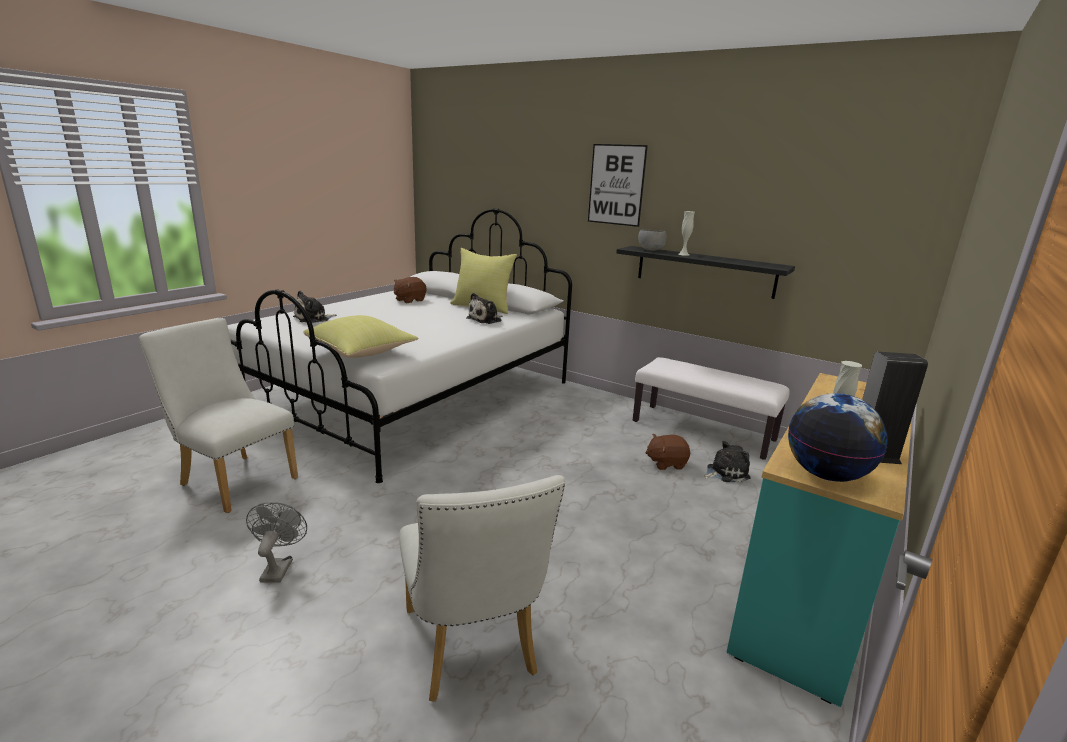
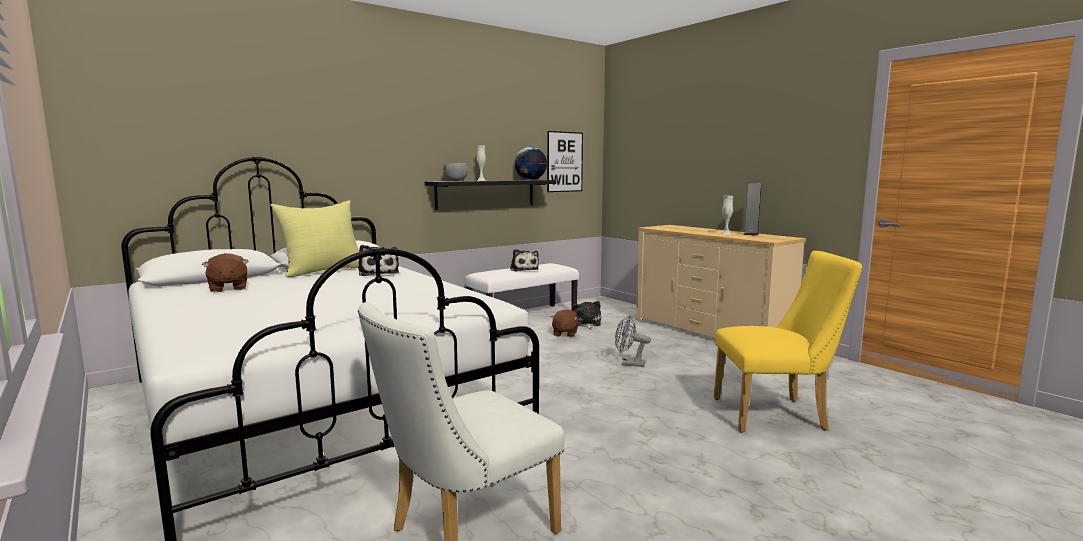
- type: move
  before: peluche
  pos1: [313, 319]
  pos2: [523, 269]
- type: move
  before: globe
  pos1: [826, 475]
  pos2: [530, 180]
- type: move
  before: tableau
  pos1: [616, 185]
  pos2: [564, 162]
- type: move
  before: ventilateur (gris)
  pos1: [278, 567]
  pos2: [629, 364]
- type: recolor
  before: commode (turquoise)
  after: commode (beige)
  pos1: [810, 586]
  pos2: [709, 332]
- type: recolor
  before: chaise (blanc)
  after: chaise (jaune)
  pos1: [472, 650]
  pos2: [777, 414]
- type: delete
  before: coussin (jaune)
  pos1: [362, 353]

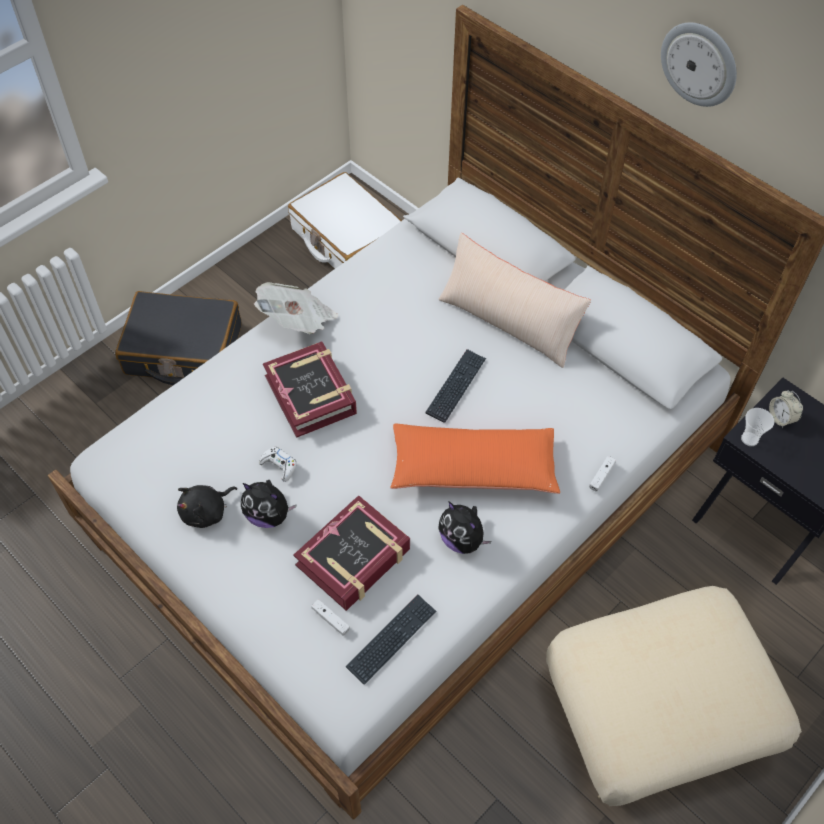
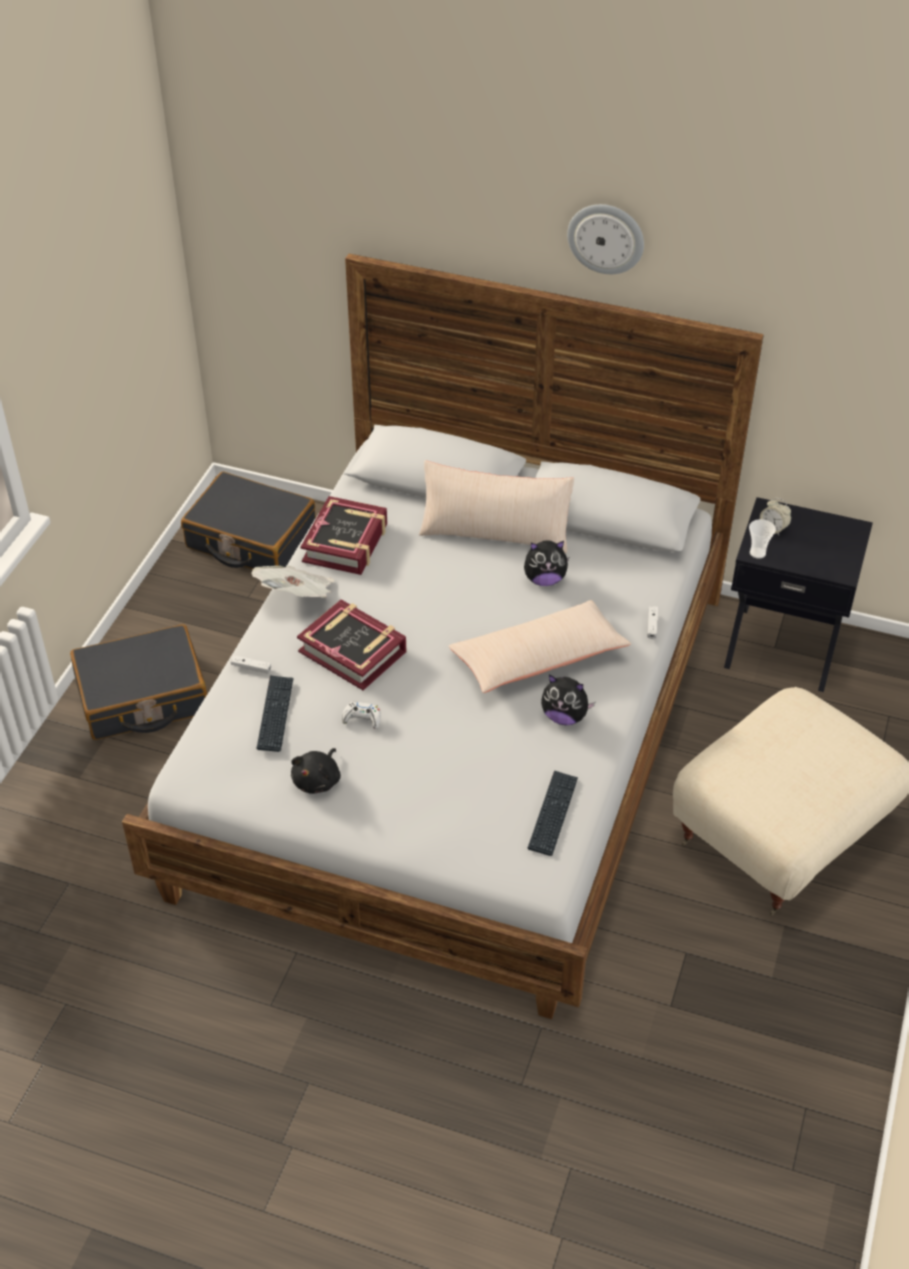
- type: recolor
  before: valise (blanc)
  after: valise (noir)
  pos1: [347, 239]
  pos2: [250, 538]
- type: move
  before: manette (blanc)
  pos1: [331, 619]
  pos2: [251, 668]
- type: move
  before: clavier
  pos1: [456, 386]
  pos2: [275, 714]
- type: move
  before: livre
  pos1: [354, 558]
  pos2: [346, 543]
- type: recolor
  before: coussin (orange)
  after: coussin (beige)
  pos1: [473, 468]
  pos2: [538, 658]
- type: move
  before: peluche
  pos1: [268, 515]
  pos2: [544, 579]

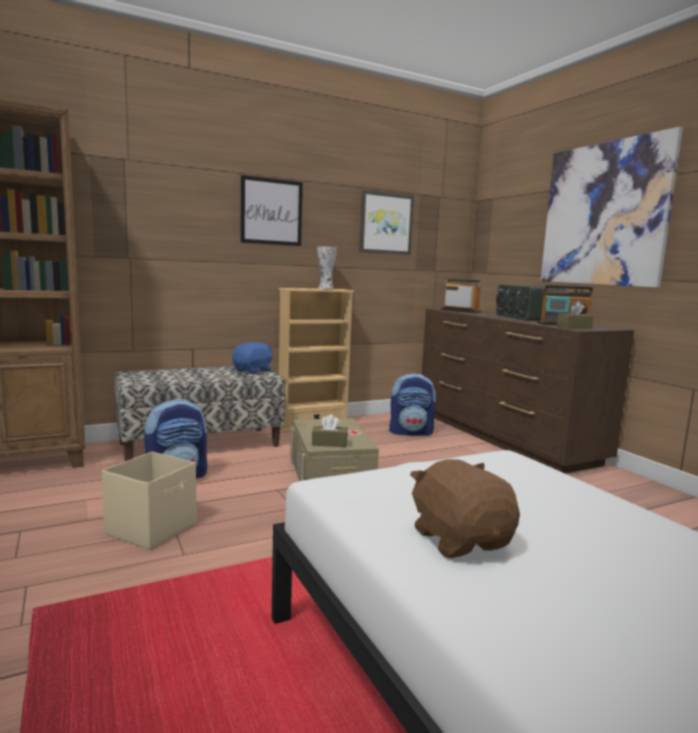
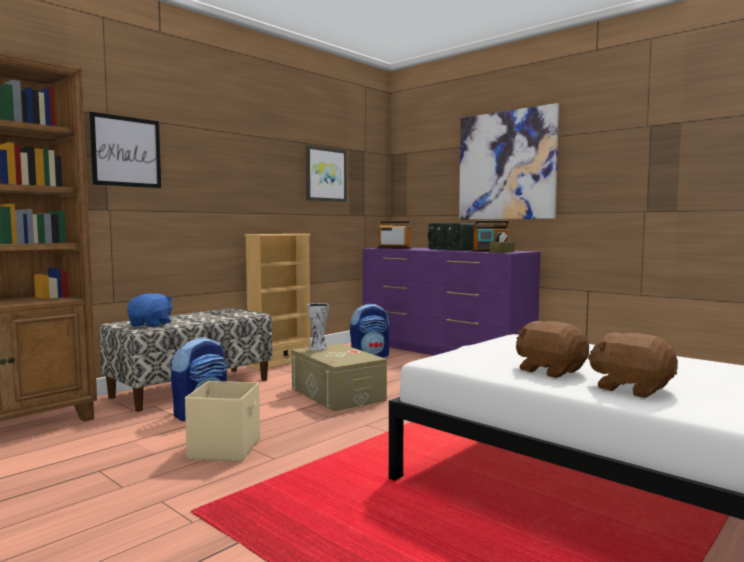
- type: move
  before: tableau
  pos1: [271, 212]
  pos2: [126, 151]
- type: move
  before: peluche (bleu)
  pos1: [253, 371]
  pos2: [151, 324]
- type: move
  before: vase
  pos1: [325, 288]
  pos2: [319, 348]
- type: recolor
  before: commode (marron)
  after: commode (violet)
  pos1: [503, 437]
  pos2: [444, 351]
- type: insert
  after: peluche (marron)
  pos2: [631, 389]
- type: delete
  before: boîte à mouchoirs (marron)
  pos1: [329, 443]

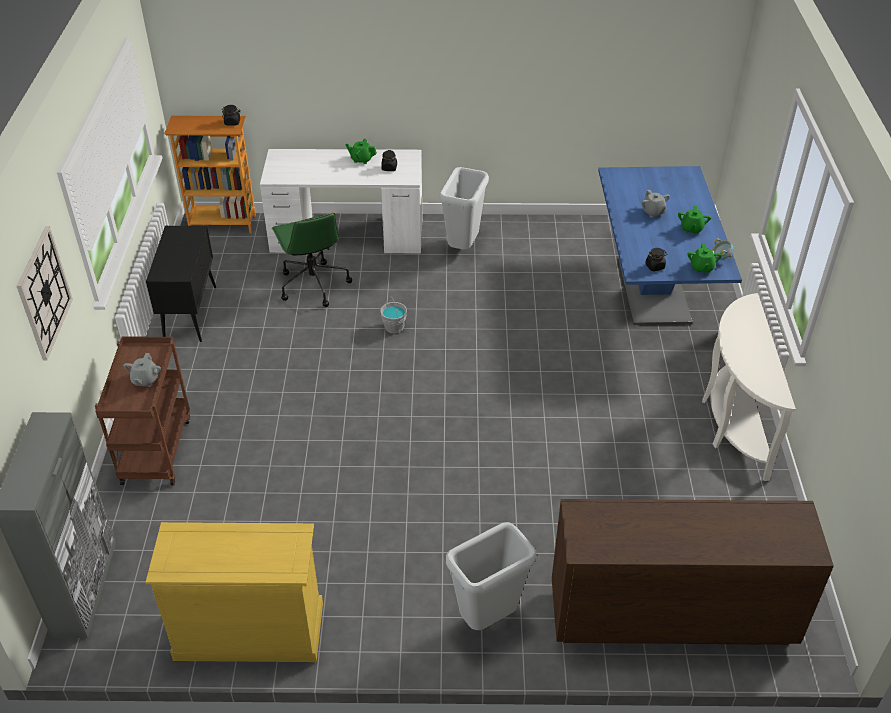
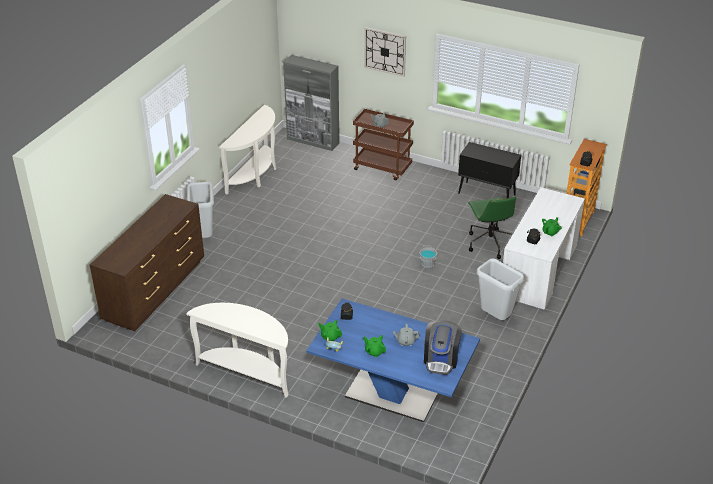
- type: replace
  before: commode (jaune)
  after: table console (blanc)
  pos1: [249, 630]
  pos2: [256, 175]
- type: insert
  after: machine à café
  pos2: [441, 359]
- type: rotate
  before: chaise de bureau (vert)
  pos1: [313, 284]
  pos2: [489, 243]
  turn: -105

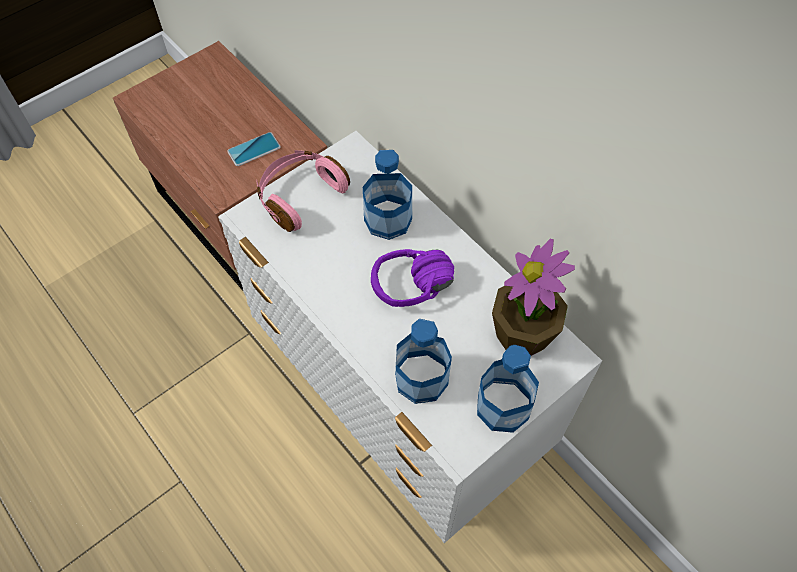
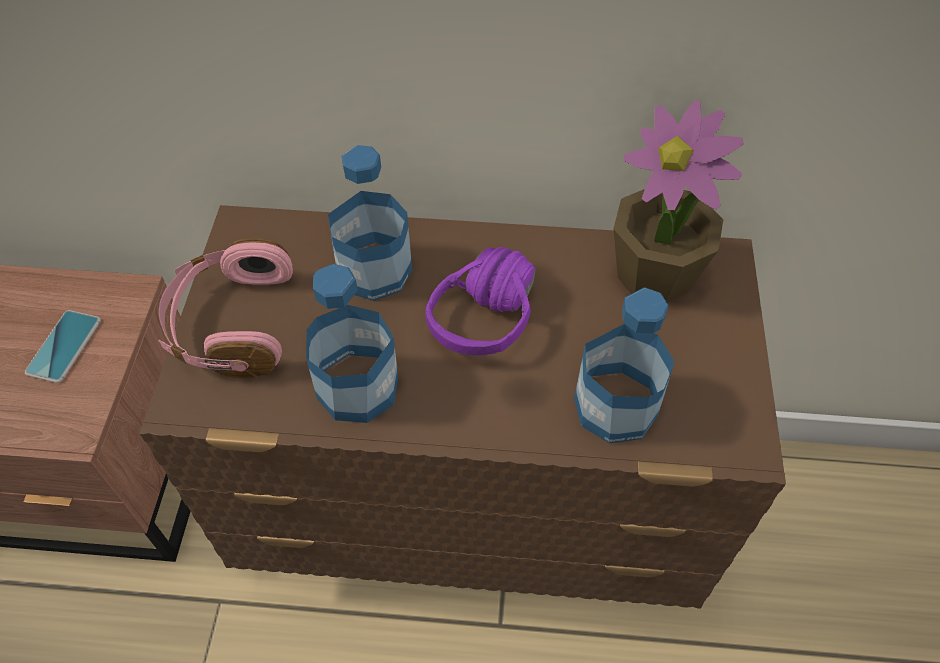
- type: recolor
  before: commode (blanc)
  after: commode (marron)
  pos1: [400, 401]
  pos2: [473, 519]
- type: move
  before: bouteille
  pos1: [503, 407]
  pos2: [357, 388]

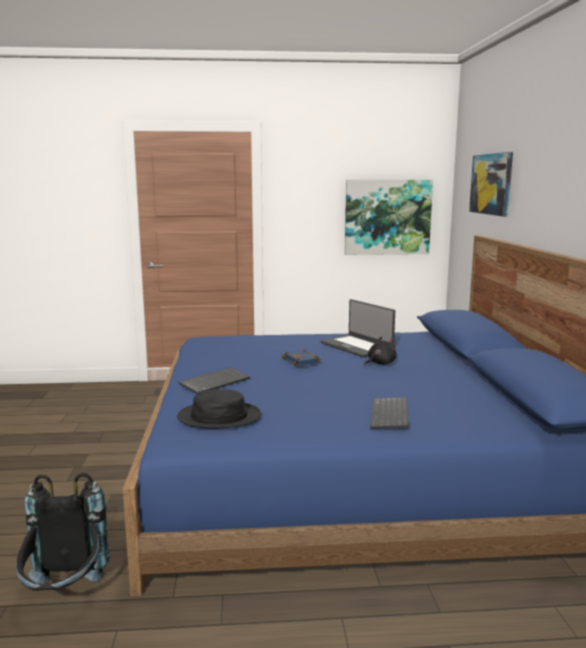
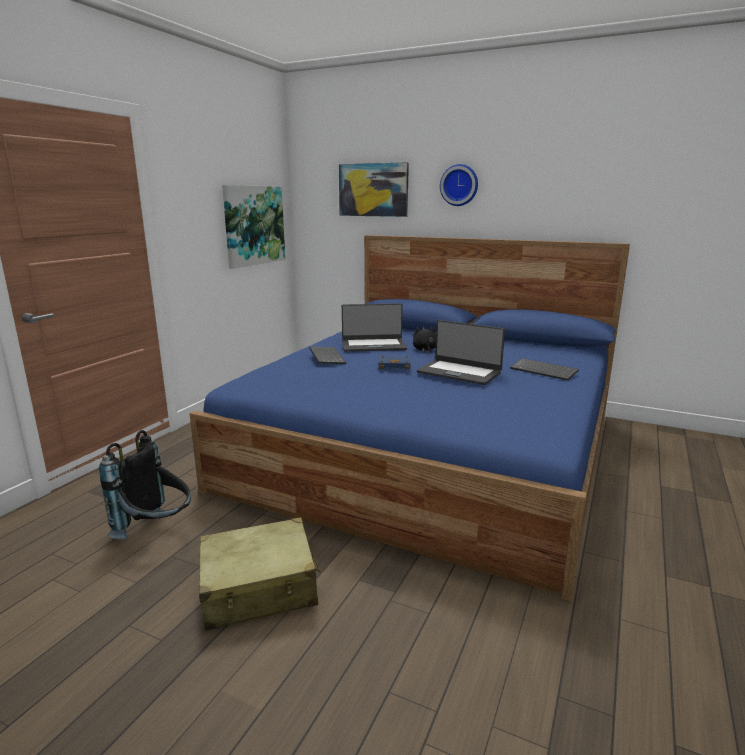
- type: move
  before: sac à dos (noir)
  pos1: [65, 596]
  pos2: [157, 531]
- type: insert
  after: valise (beige)
  pos2: [259, 588]
- type: move
  before: clavier
  pos1: [214, 382]
  pos2: [325, 357]
- type: insert
  after: ordinateur portable
  pos2: [459, 372]
- type: insert
  after: horloge murale
  pos2: [459, 185]
- type: delete
  before: chapeau (noir)
  pos1: [219, 416]

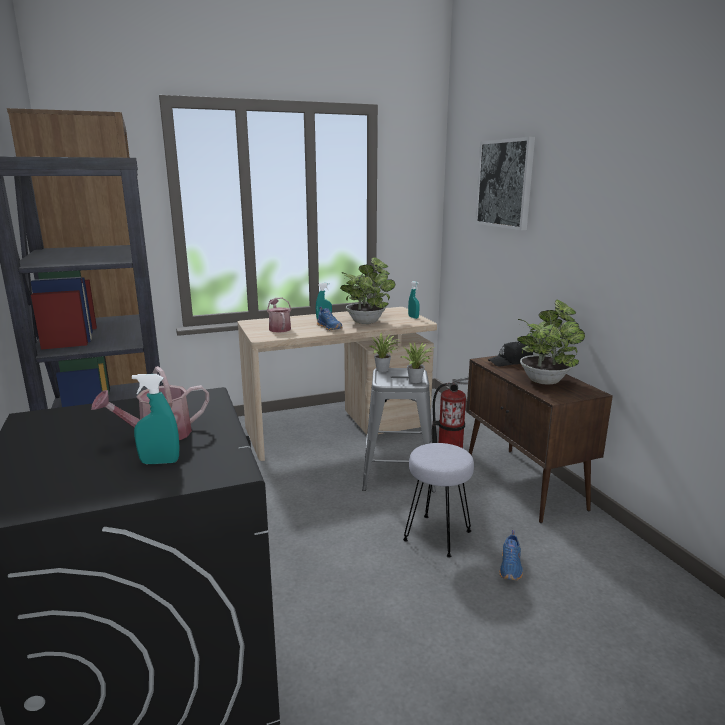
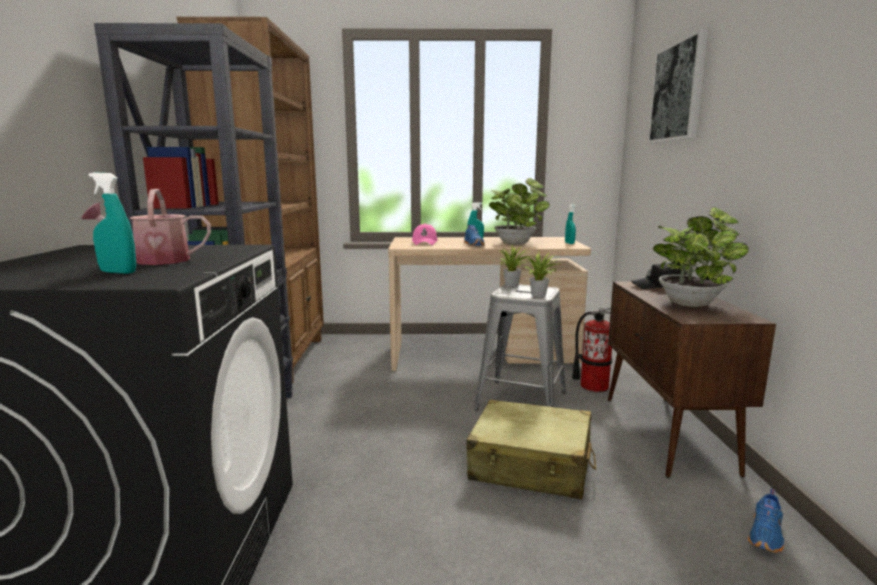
- type: replace
  before: arrosoir
  after: casquette (rose)
  pos1: [279, 328]
  pos2: [425, 243]
- type: replace
  before: tabouret (gris)
  after: valise (beige)
  pos1: [437, 535]
  pos2: [531, 465]
- type: move
  before: chaussure (bleu)
  pos1: [511, 567]
  pos2: [766, 535]

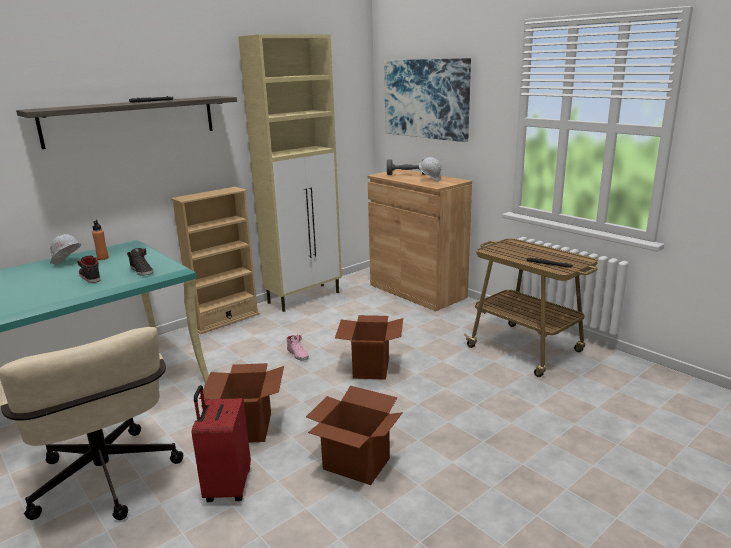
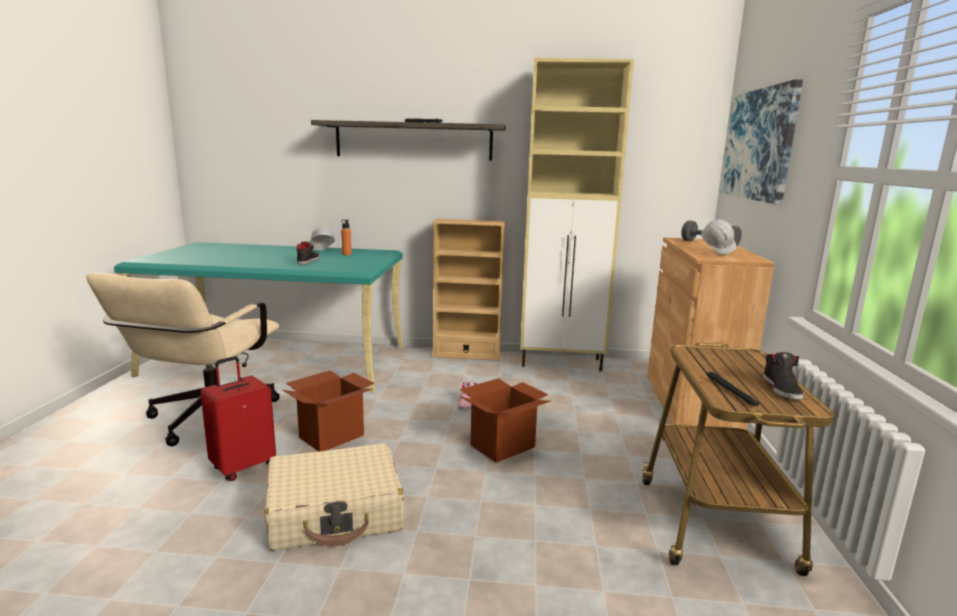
- type: replace
  before: carton
  after: valise (beige)
  pos1: [356, 464]
  pos2: [336, 512]
- type: move
  before: chaussure (noir)
  pos1: [142, 271]
  pos2: [782, 389]

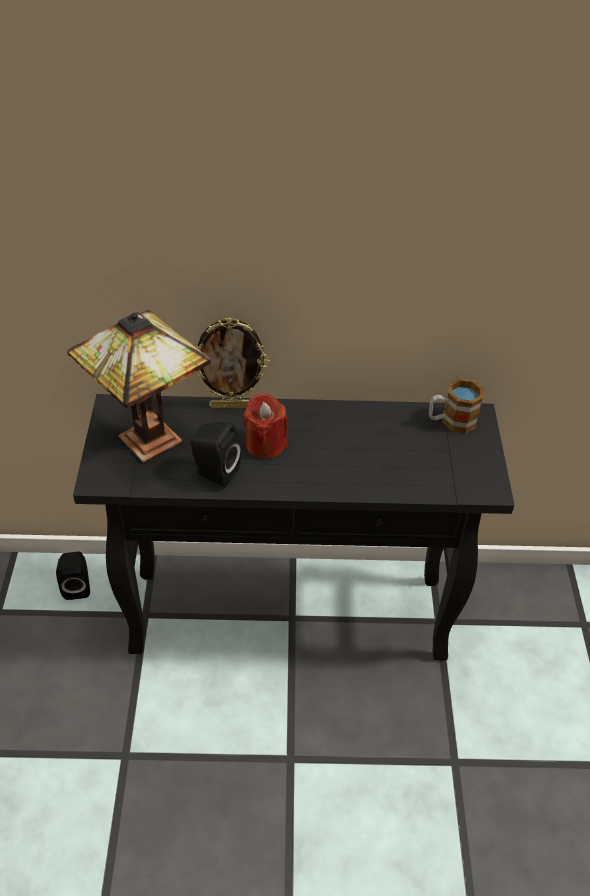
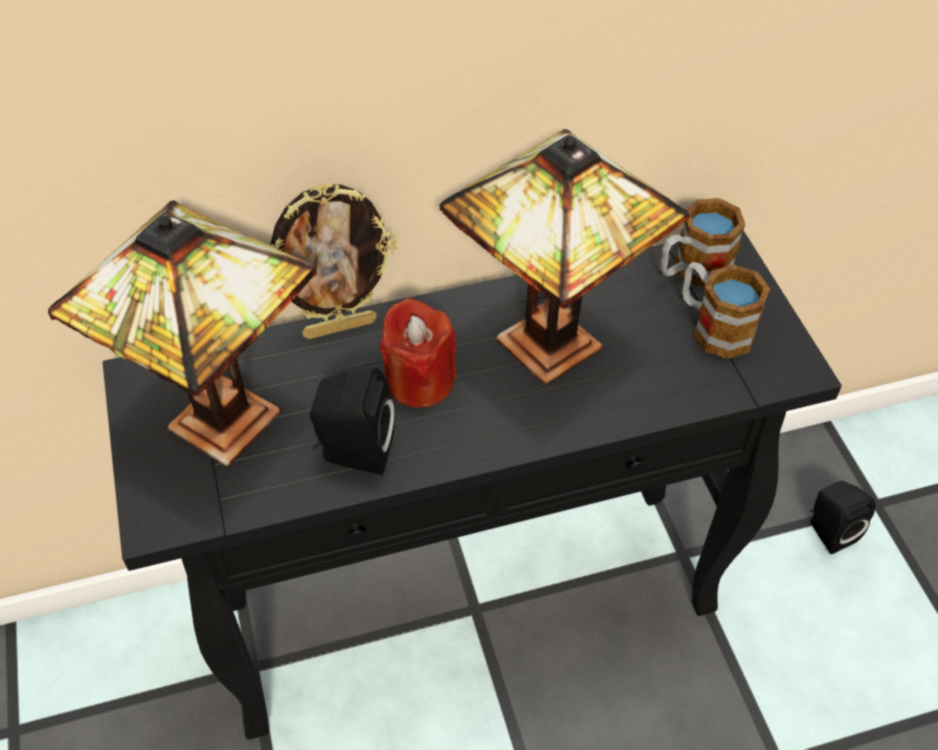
- type: insert
  after: lampe de table
  pos2: [551, 337]
- type: insert
  after: mug
  pos2: [713, 327]
- type: move
  before: enceinte (noir)
  pos1: [77, 586]
  pos2: [828, 531]

